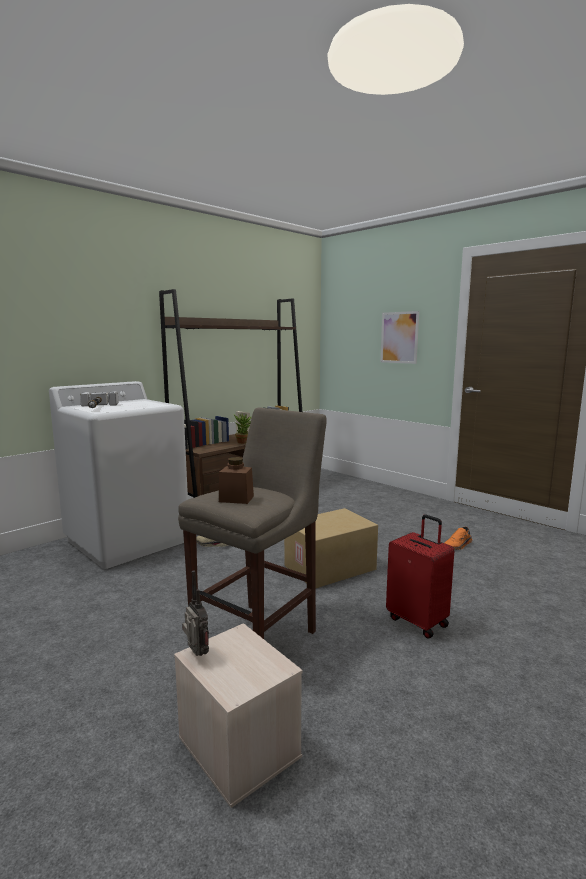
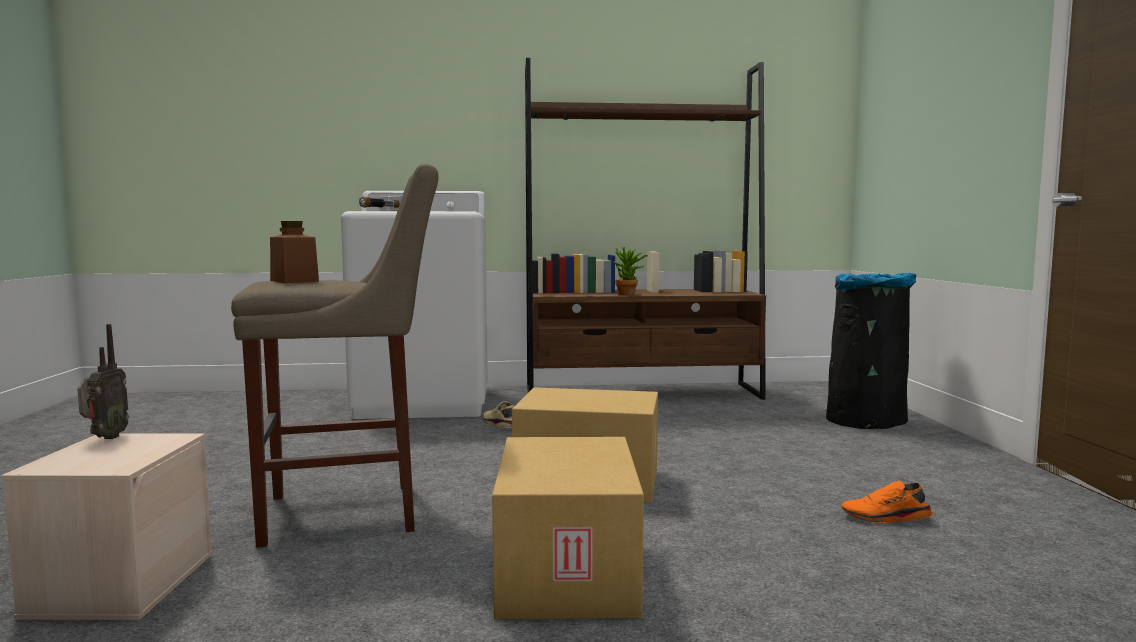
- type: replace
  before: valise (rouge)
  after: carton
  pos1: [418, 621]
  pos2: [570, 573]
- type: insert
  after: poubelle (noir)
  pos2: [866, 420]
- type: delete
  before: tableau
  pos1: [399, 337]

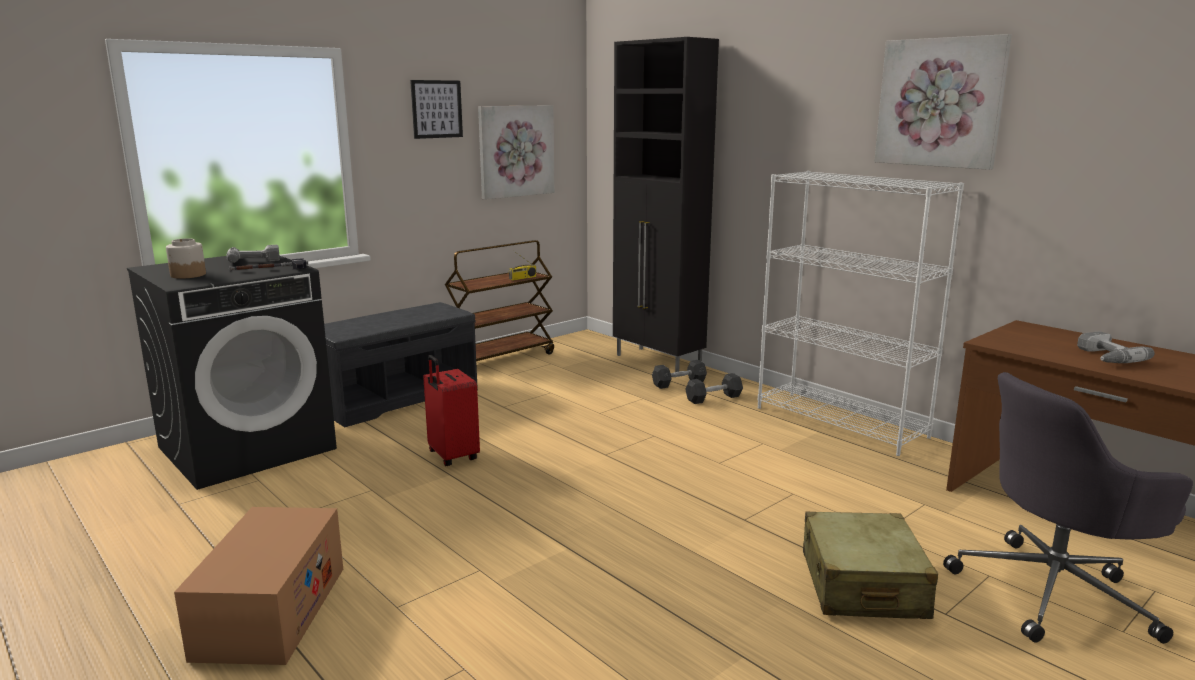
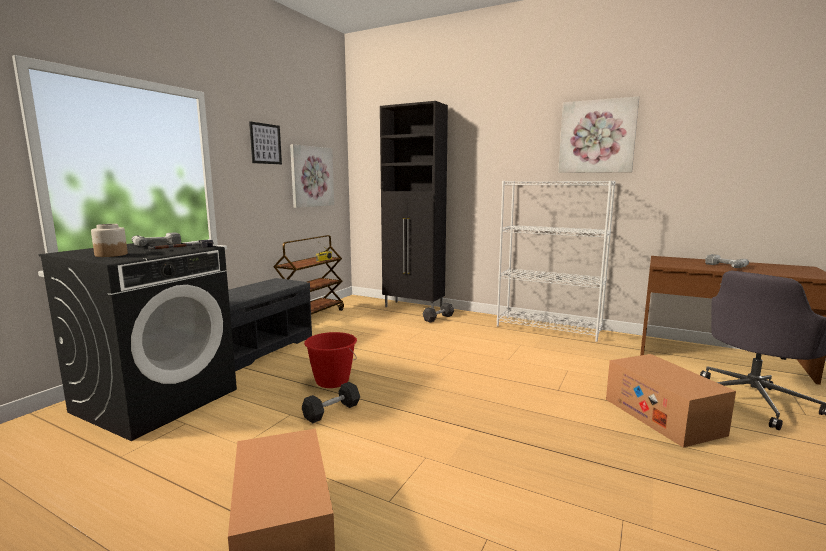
- type: move
  before: haltère (gris)
  pos1: [713, 398]
  pos2: [332, 411]
- type: replace
  before: valise (rouge)
  after: seau (rouge)
  pos1: [452, 456]
  pos2: [332, 381]
- type: replace
  before: valise (beige)
  after: carton
  pos1: [862, 585]
  pos2: [662, 416]

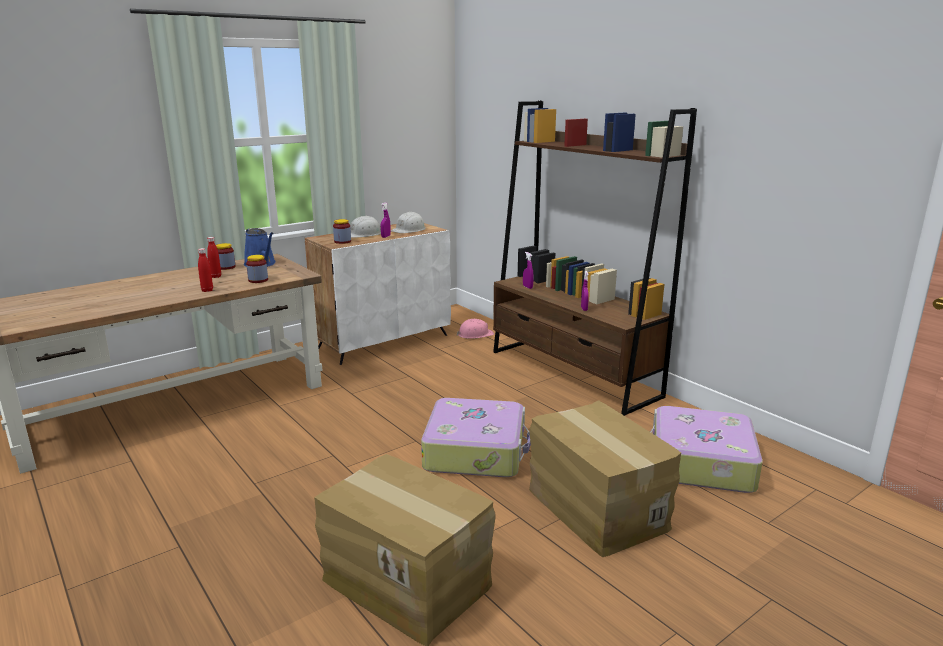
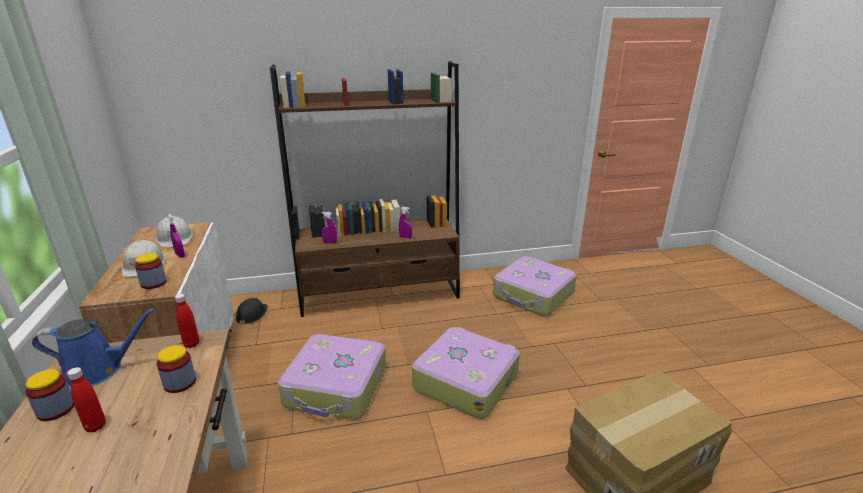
- type: move
  before: bouteille (rouge)
  pos1: [207, 290]
  pos2: [191, 344]
- type: recolor
  before: casque de chantier (rose)
  after: casque de chantier (noir)
  pos1: [475, 334]
  pos2: [251, 314]
- type: insert
  after: valise
  pos2: [336, 387]
- type: delete
  before: carton
  pos1: [595, 509]

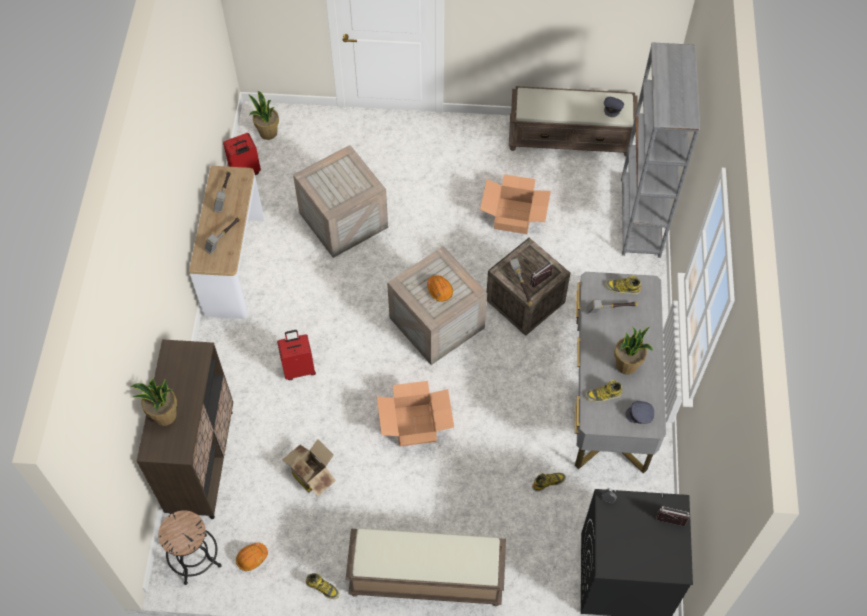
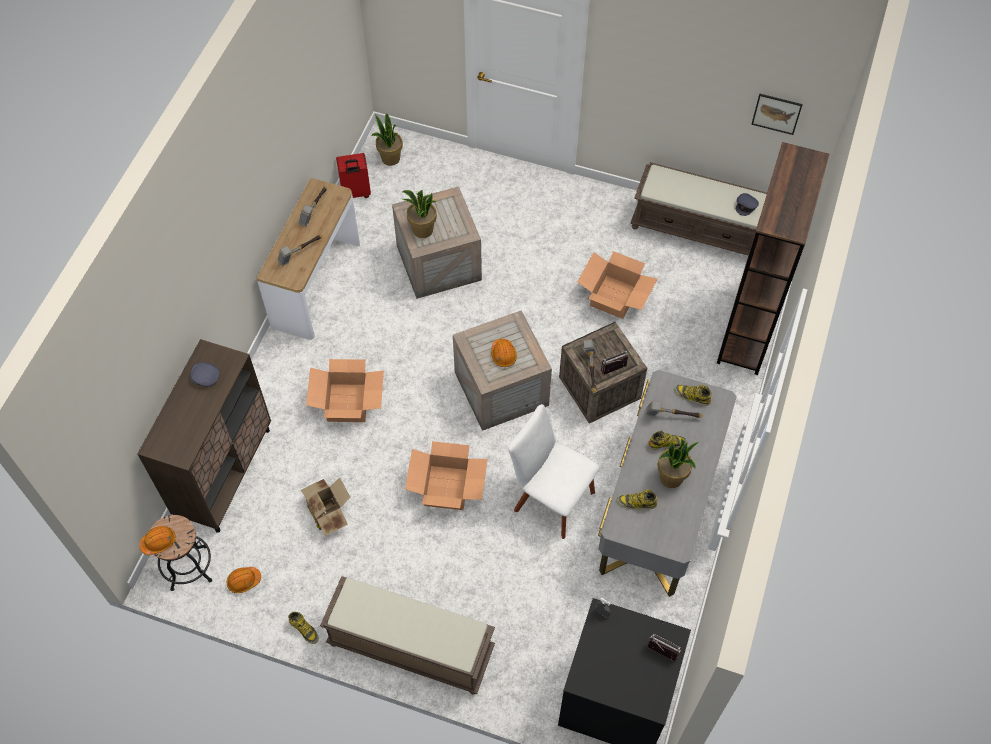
- type: insert
  after: casque de chantier (orange)
  pos2: [159, 542]
- type: move
  before: casquette (gris)
  pos1: [640, 415]
  pos2: [205, 377]
- type: replace
  before: valise (rouge)
  after: carton
  pos1: [299, 369]
  pos2: [348, 403]
- type: move
  before: plante en pot
  pos1: [164, 416]
  pos2: [422, 230]
- type: insert
  after: chaise (blanc)
  pos2: [550, 498]
- type: move
  before: botte
  pos1: [548, 482]
  pos2: [667, 443]
- type: recolor
  before: bibliothèque (gris)
  after: bibliothèque (marron)
  pos1: [640, 218]
  pos2: [748, 328]
- type: insert
  after: tableau
  pos2: [776, 113]

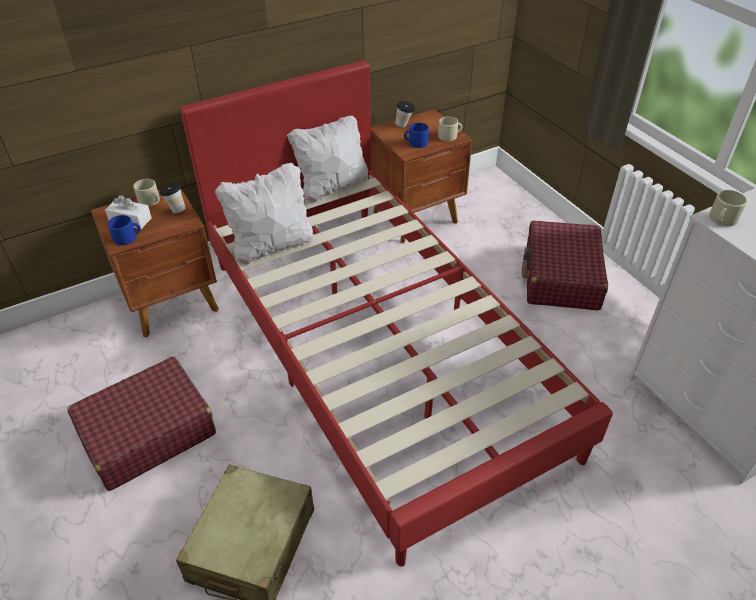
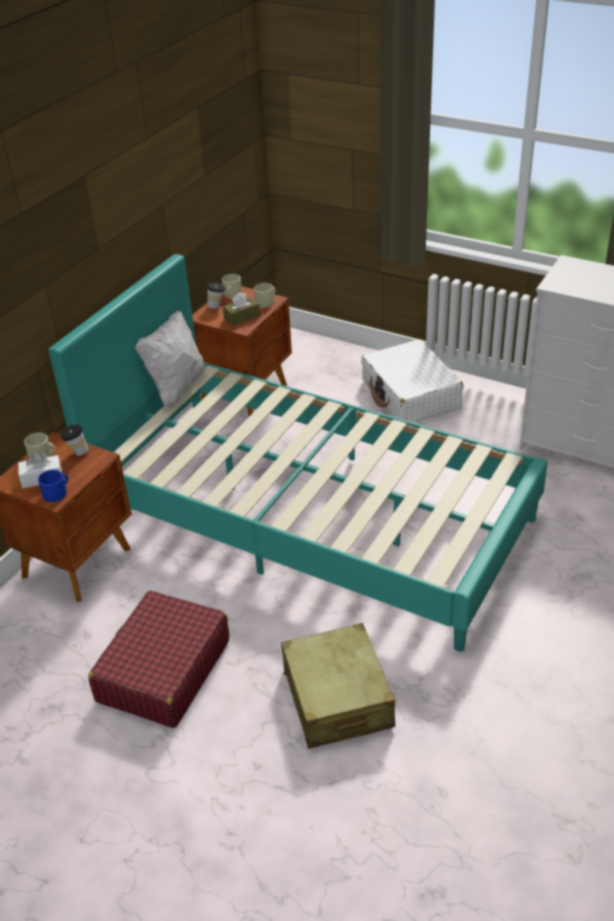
- type: recolor
  before: lit (rouge)
  after: lit (turquoise)
  pos1: [378, 350]
  pos2: [309, 515]
- type: move
  before: mug (beige)
  pos1: [722, 219]
  pos2: [232, 294]
- type: replace
  before: mug (bleu)
  after: boîte à mouchoirs (marron)
  pos1: [415, 142]
  pos2: [242, 317]
- type: recolor
  before: valise (rouge)
  after: valise (blanc)
  pos1: [561, 277]
  pos2: [410, 395]
- type: delete
  before: coussin (blanc)
  pos1: [272, 246]

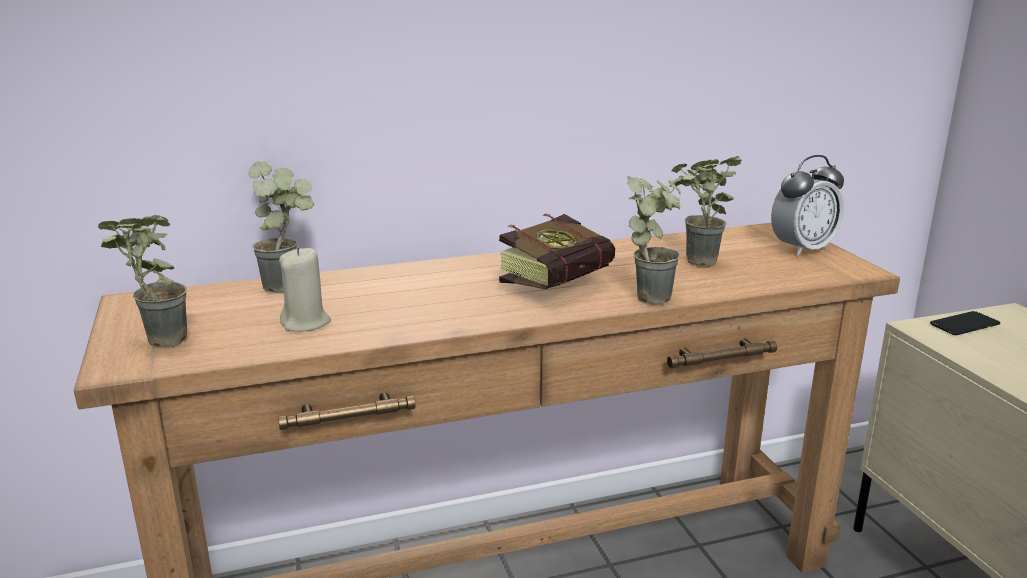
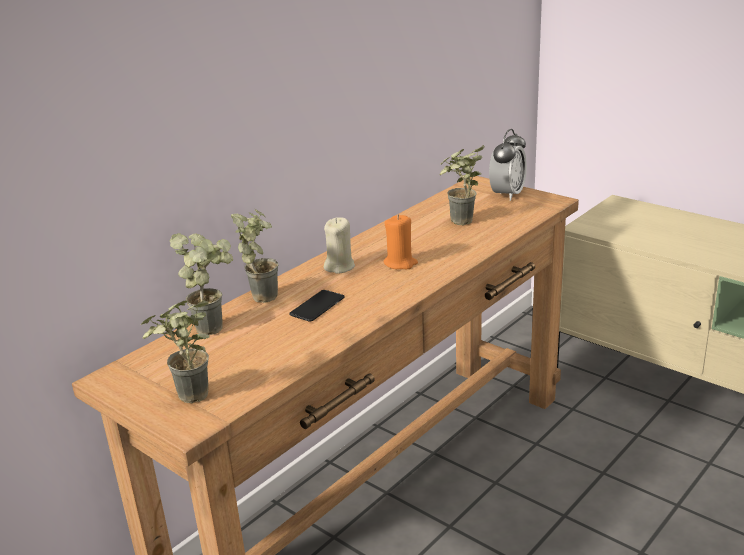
- type: move
  before: plante en pot
  pos1: [652, 295]
  pos2: [261, 294]
- type: move
  before: téléphone
  pos1: [964, 324]
  pos2: [317, 306]
- type: move
  before: bougie (beige)
  pos1: [306, 323]
  pos2: [339, 267]
- type: replace
  before: livre
  after: bougie (orange)
  pos1: [564, 284]
  pos2: [400, 263]

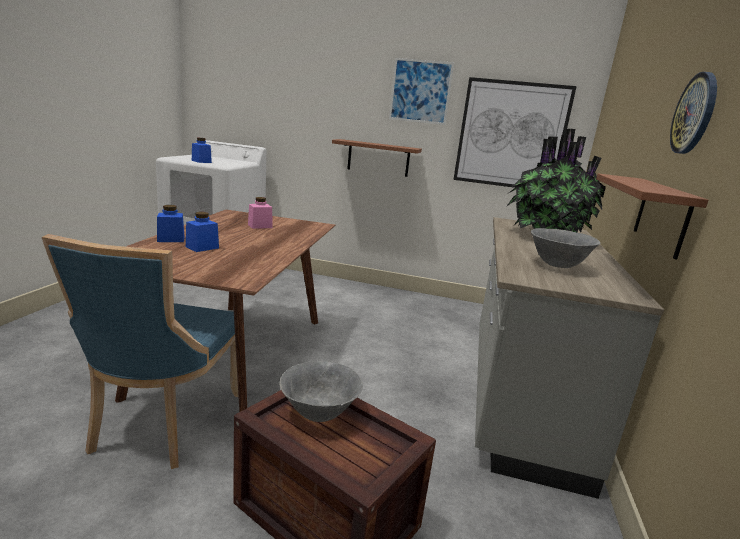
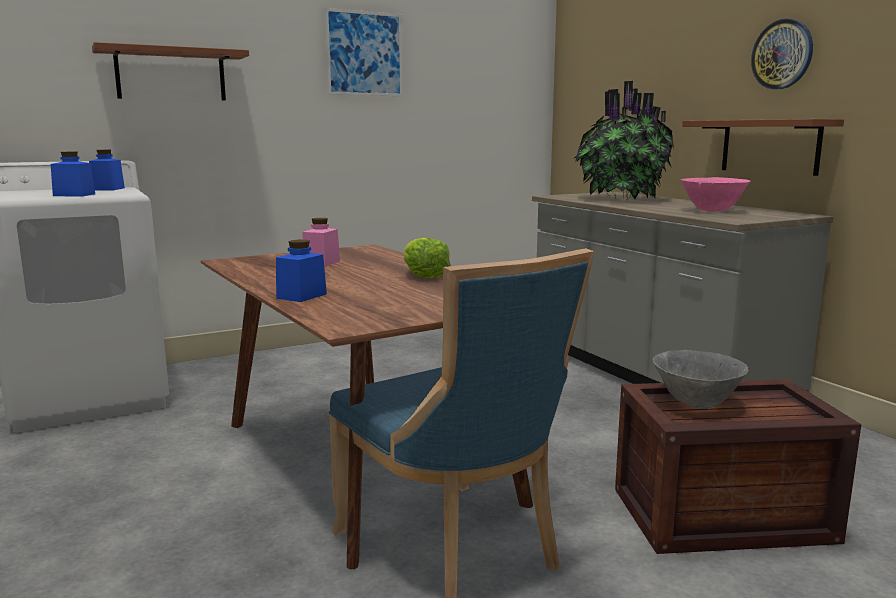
- type: move
  before: bocal (bleu)
  pos1: [202, 247]
  pos2: [108, 189]
- type: move
  before: étagère (marron)
  pos1: [378, 158]
  pos2: [171, 75]
- type: insert
  after: laitue
  pos2: [424, 275]
- type: recolor
  before: bol (gris)
  after: bol (rose)
  pos1: [557, 266]
  pos2: [712, 211]
- type: delete
  before: tableau
  pos1: [511, 135]

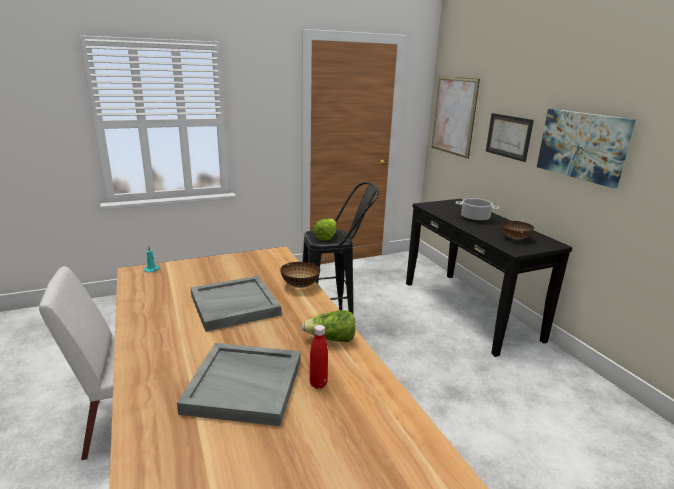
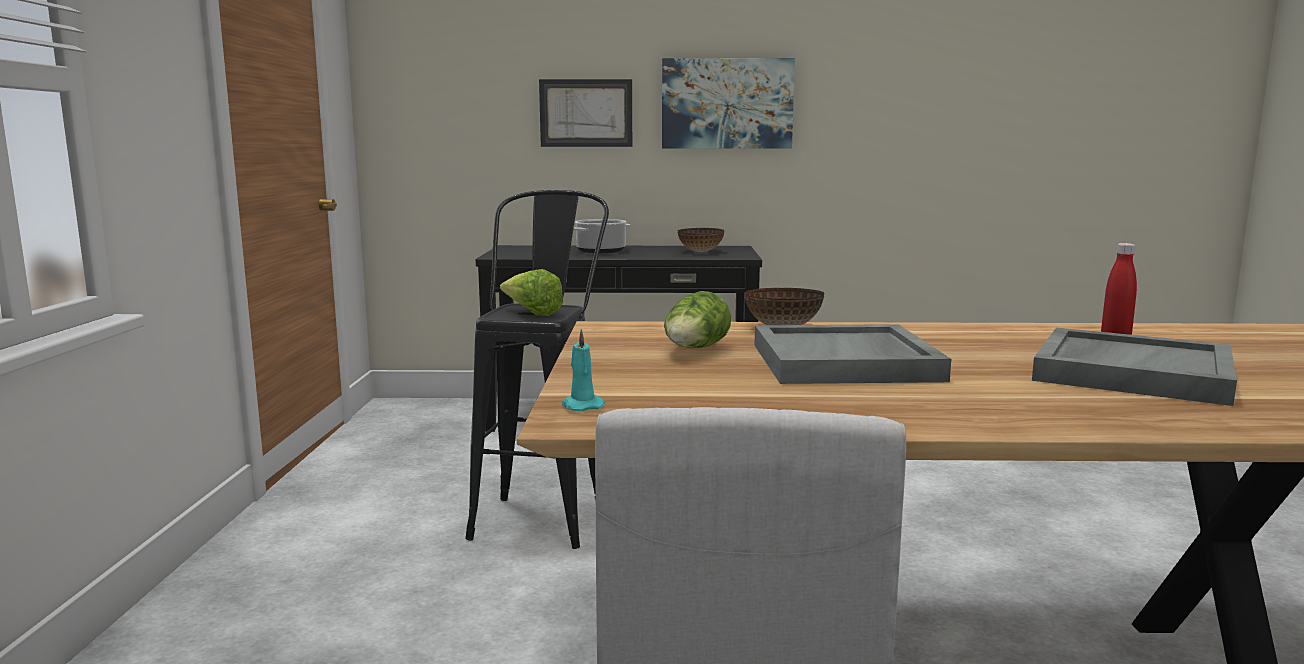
- type: move
  before: laitue
  pos1: [331, 339]
  pos2: [695, 350]
- type: delete
  before: tableau
  pos1: [454, 116]

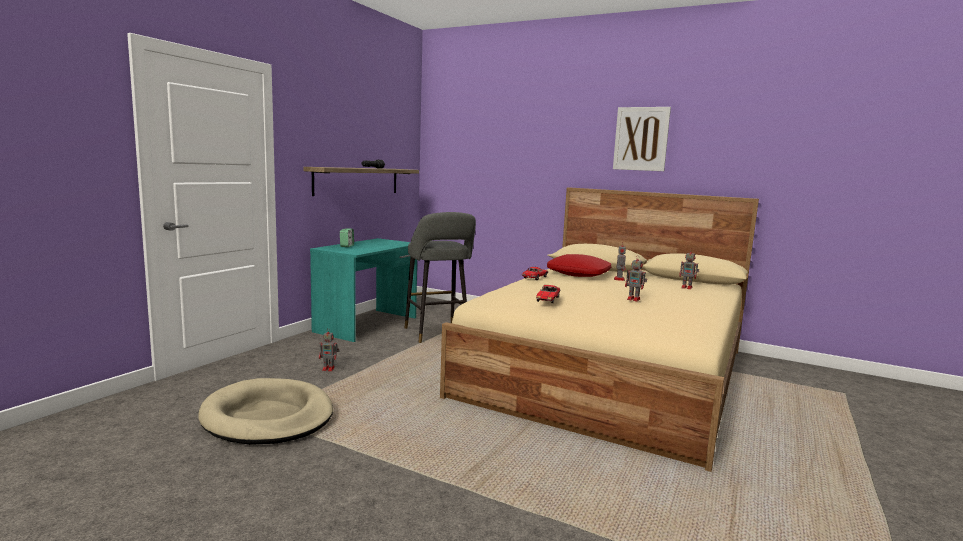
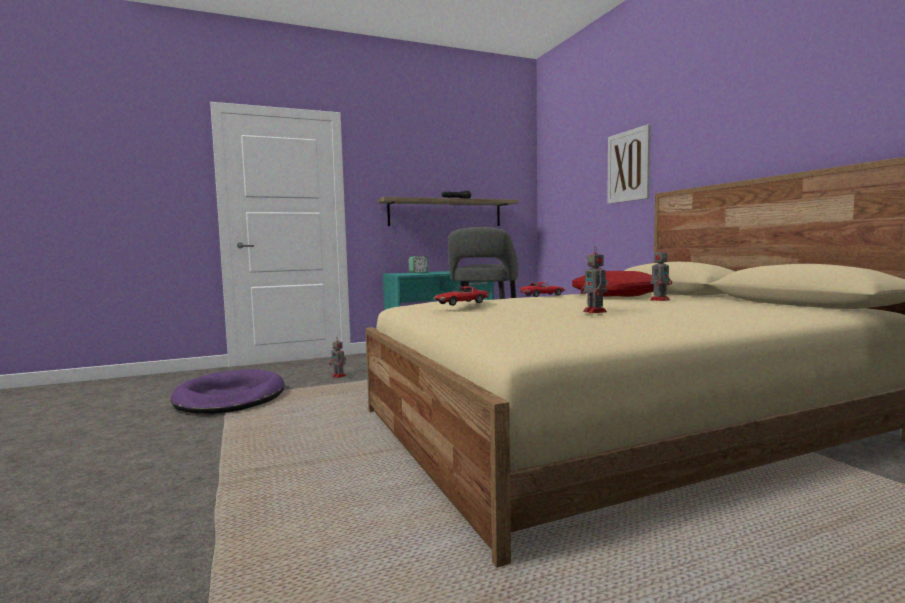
- type: recolor
  before: panier pour chien (beige)
  after: panier pour chien (violet)
  pos1: [268, 417]
  pos2: [230, 397]
- type: move
  before: tableau
  pos1: [641, 139]
  pos2: [628, 166]
- type: delete
  before: robot jouet
  pos1: [687, 287]

